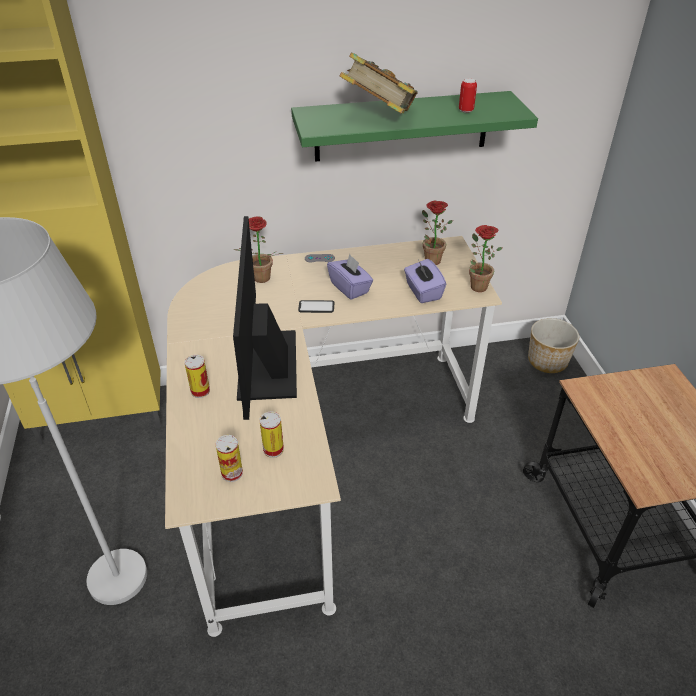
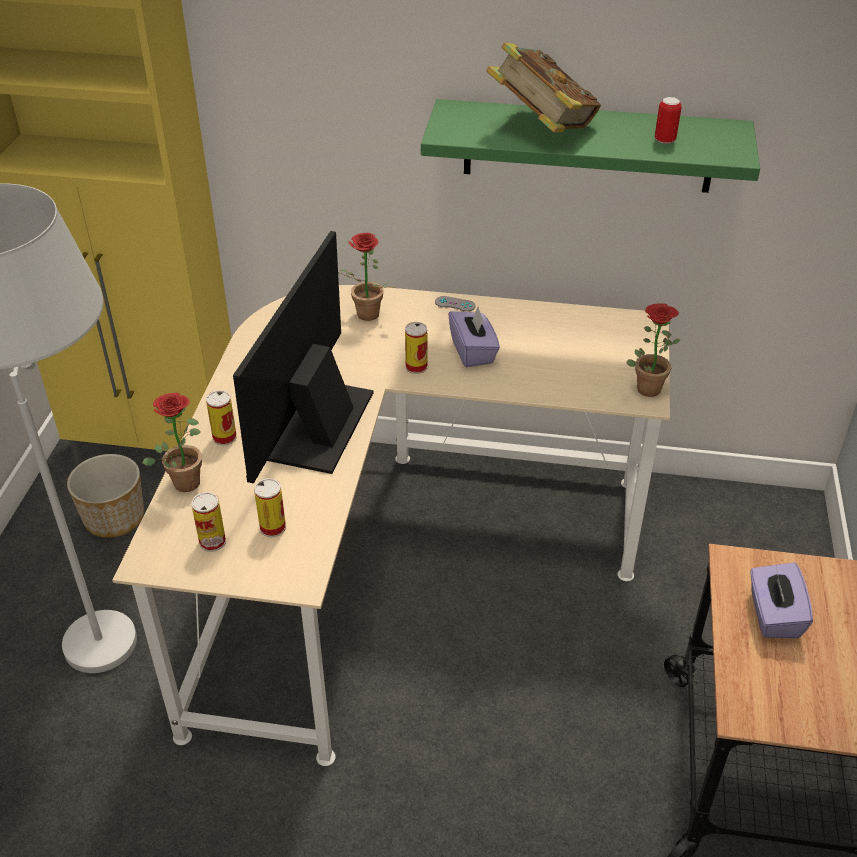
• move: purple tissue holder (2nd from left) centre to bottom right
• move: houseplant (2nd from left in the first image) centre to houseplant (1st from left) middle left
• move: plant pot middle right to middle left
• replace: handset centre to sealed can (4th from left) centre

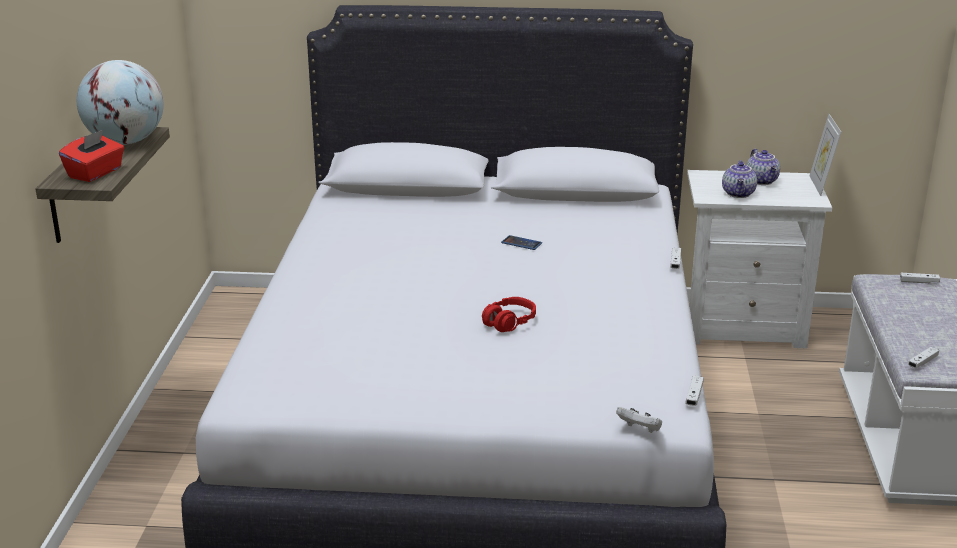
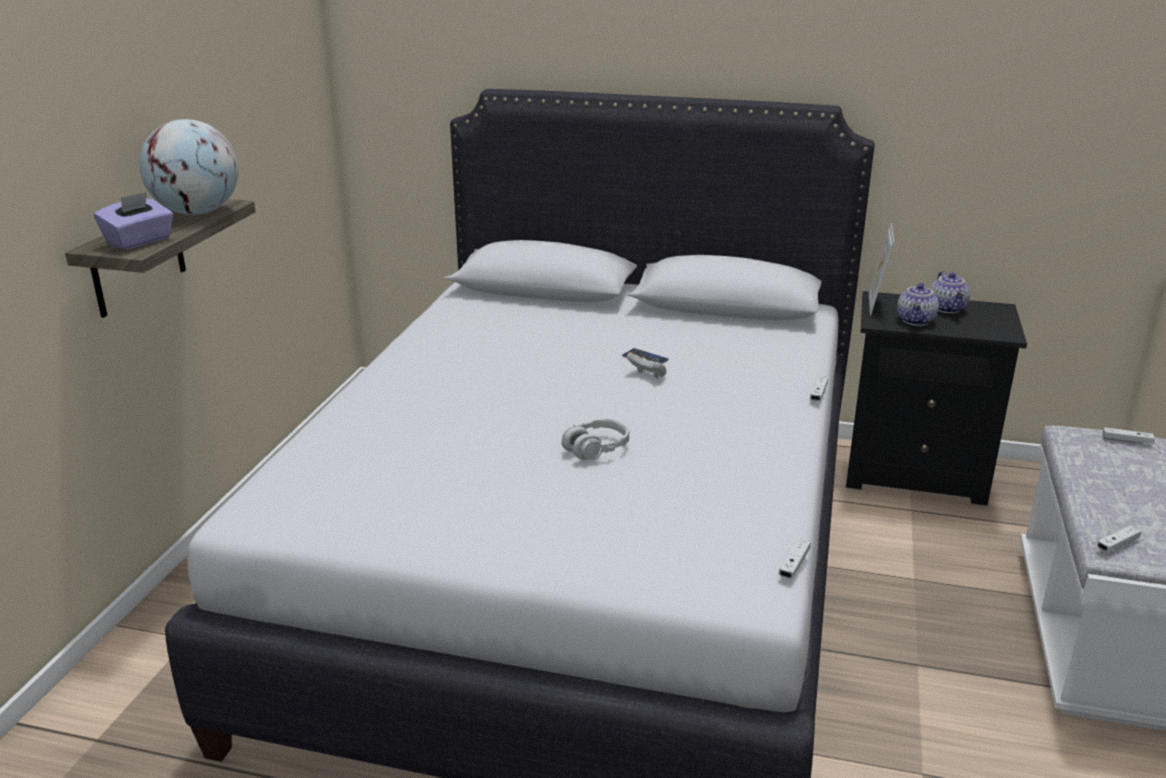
• move: white gamepad (1st from left) bottom right to centre
• move: picture frame top right to middle right
• recolor: reddish tissue holder top left to purple tissue holder top left
• recolor: reddish headphones centre to grey headphones centre
• recolor: white night table middle right to black-coloured night table middle right

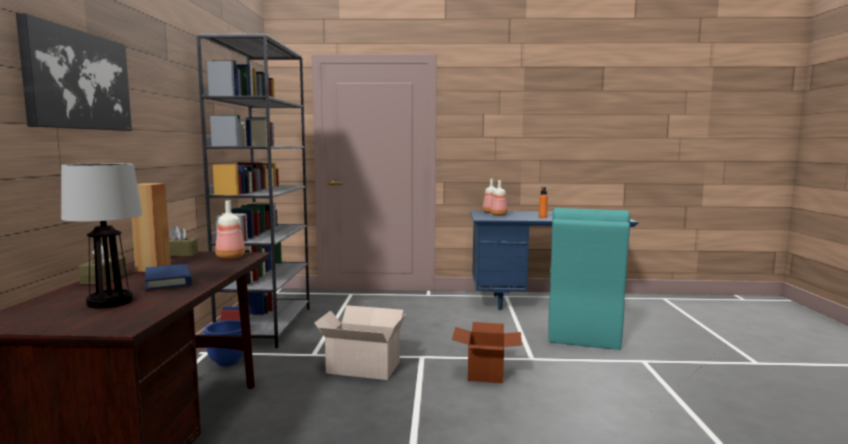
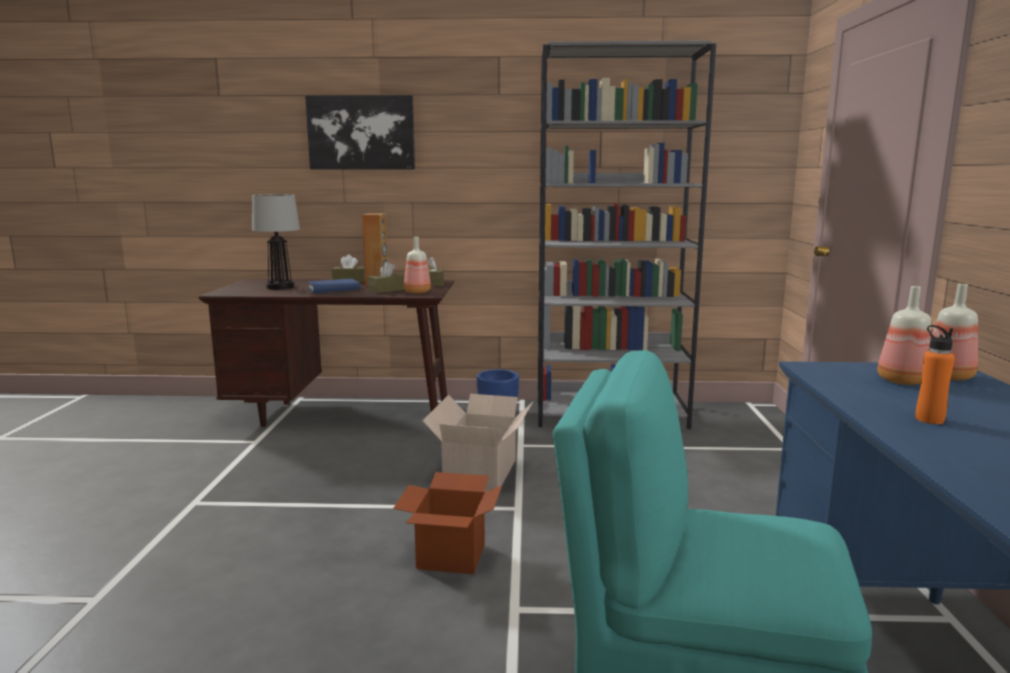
• insert: brown-coloured tissue holder (2nd from left) centre

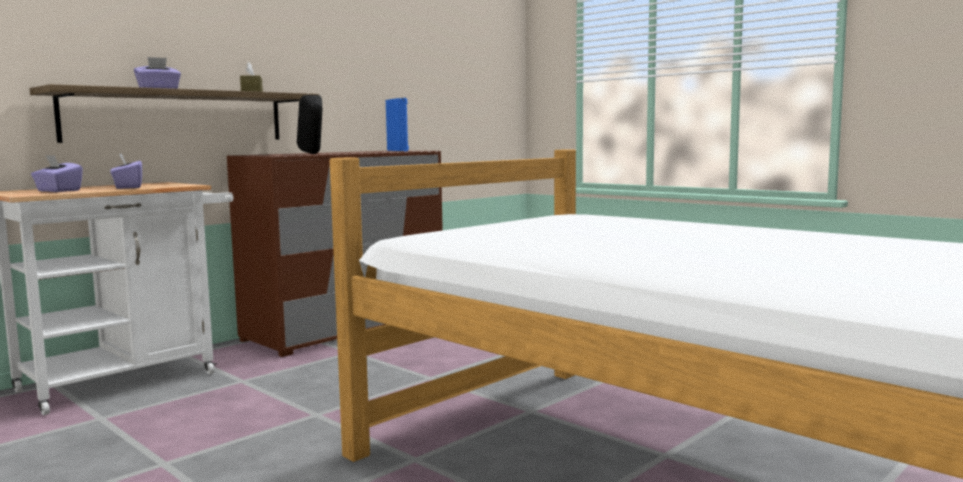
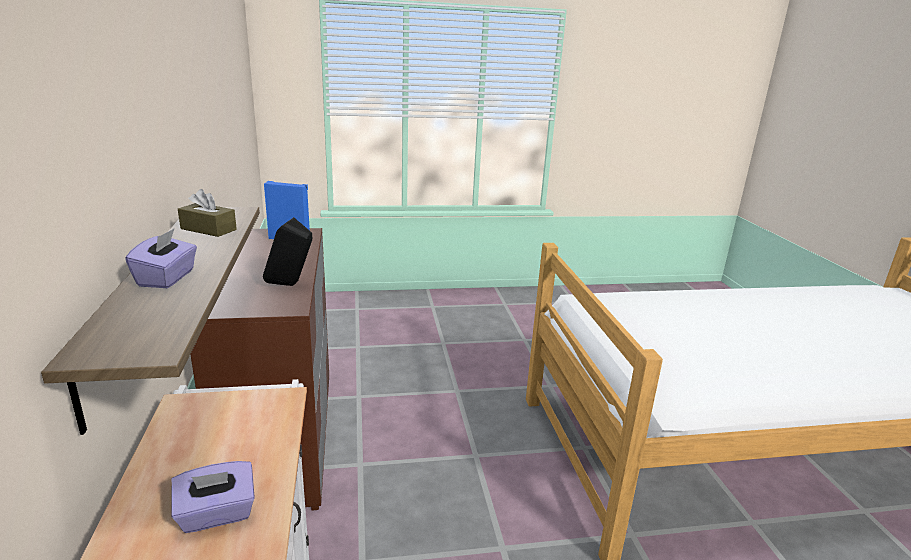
• delete: purple tissue holder (2nd from left) middle left

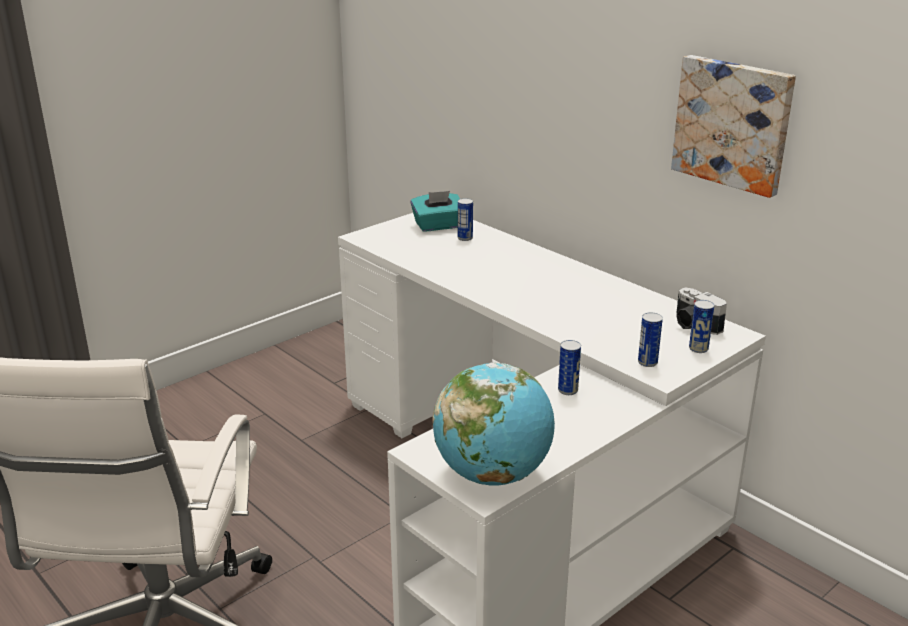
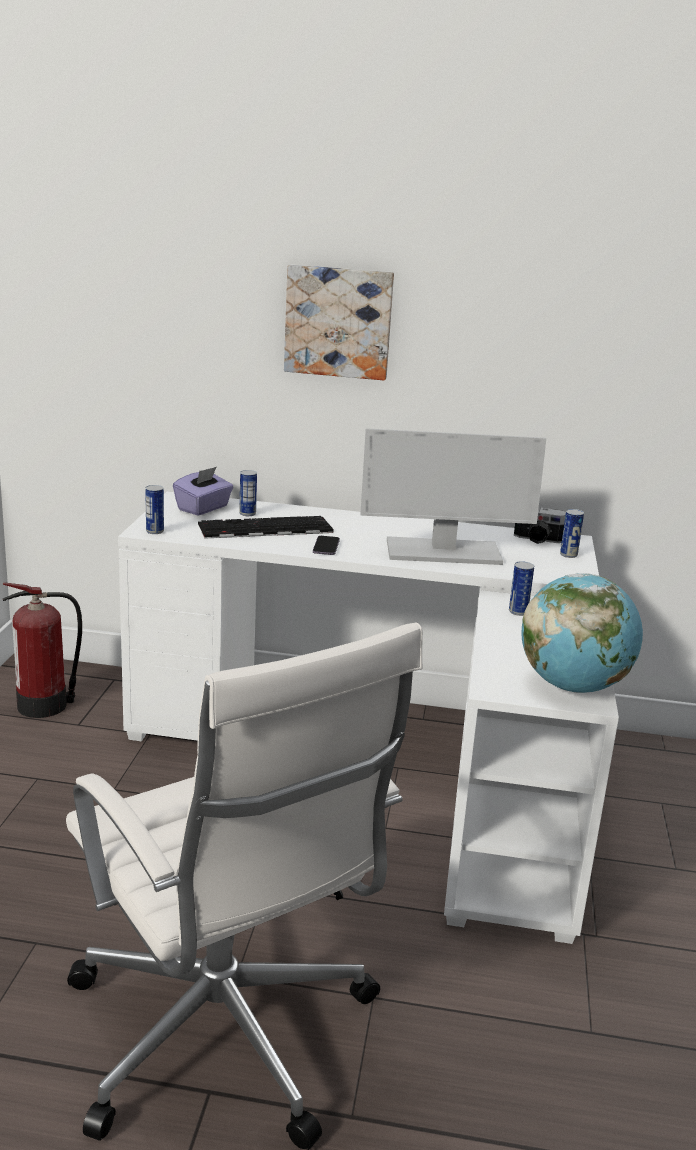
• insert: fire-fighting cylinder middle left
• insert: keyboard centre
• insert: handset centre
• insert: monitor centre
• move: sealed can (3rd from left in the first image) middle right to sealed can (1st from left) middle left
• move: wall art top right to top centre
• recolor: blue-green tissue holder centre to purple tissue holder middle left

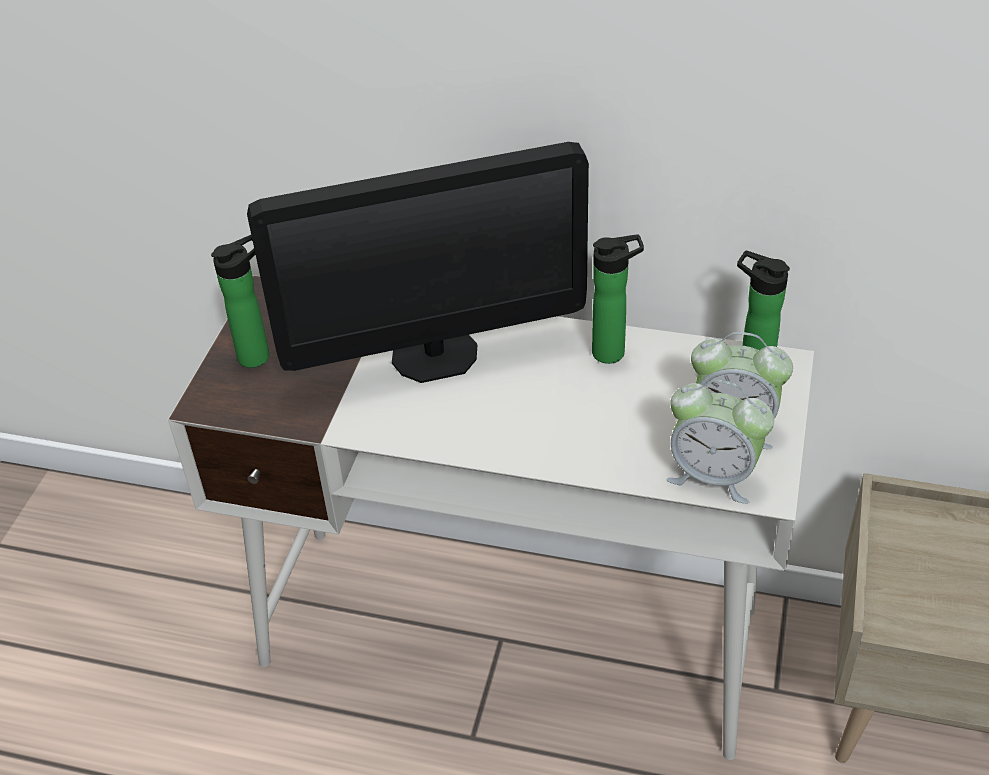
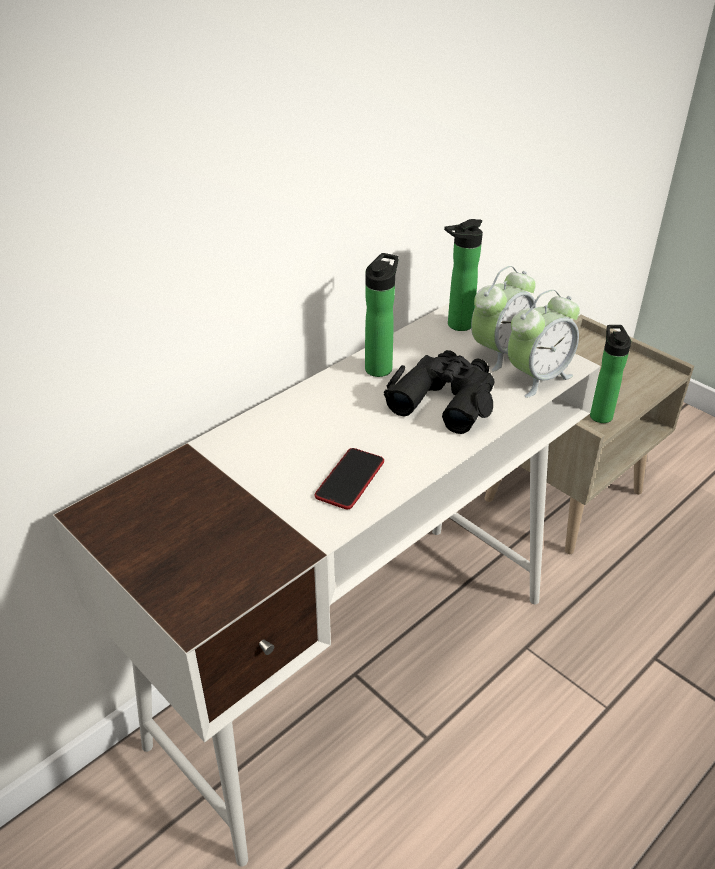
• delete: monitor centre
• insert: handset centre
• insert: black-coloured field glasses centre
• move: beverage bottle (1st from left in the first image) middle left to beverage bottle (3rd from left) middle right

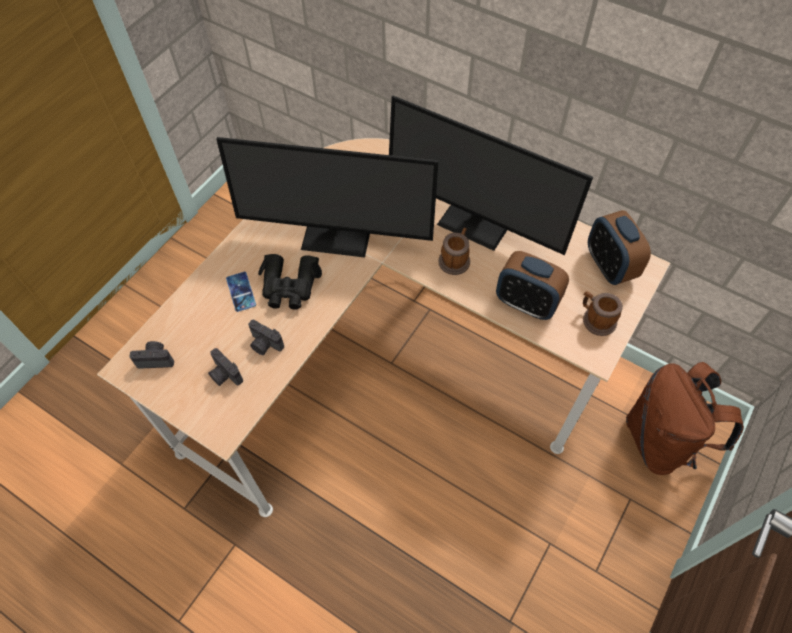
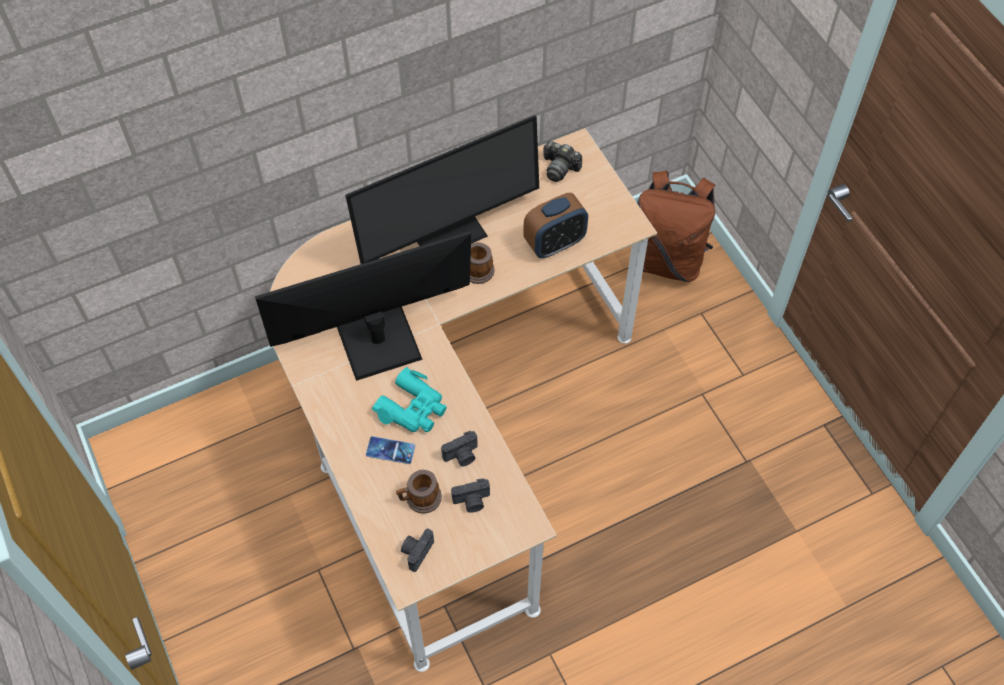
• move: mug (2nd from left in the first image) middle right to mug (1st from left) bottom centre
• replace: alarm clock (2nd from left) middle right to still camera (4th from left) top centre
• recolor: black-coloured field glasses centre to blue-green field glasses centre
• rotate: monitor (1st from left) top centre = centre 150 degrees counterclockwise

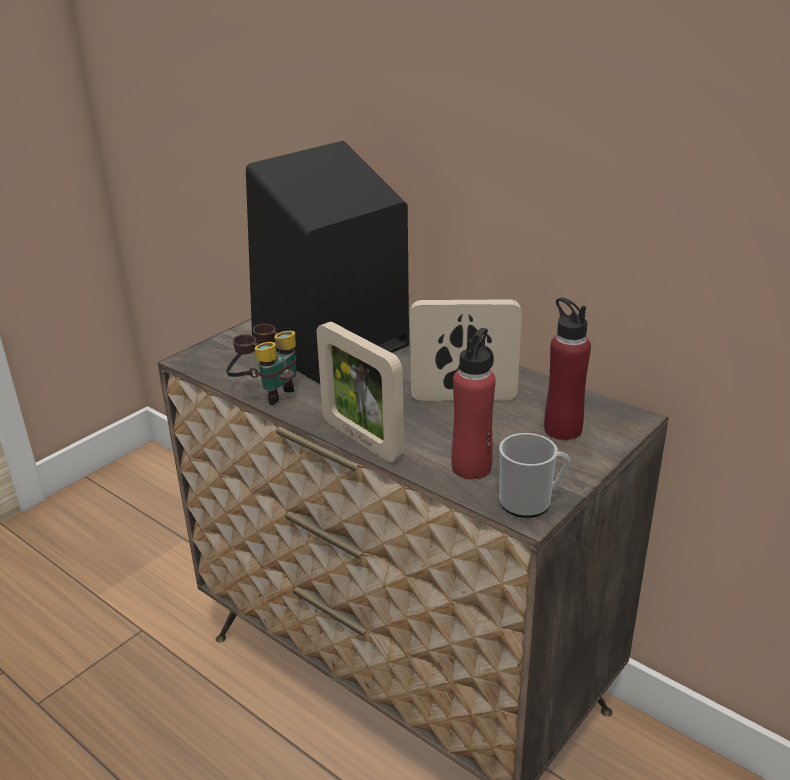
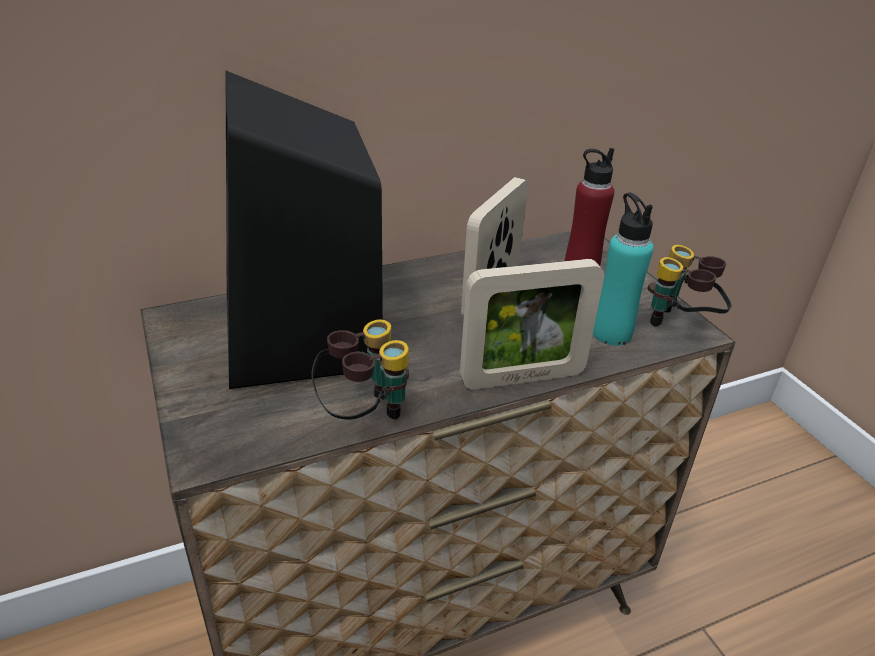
• replace: mug middle right to field glasses (2nd from left) middle right
• recolor: reddish beverage bottle (1st from left) centre to blue-green beverage bottle middle right

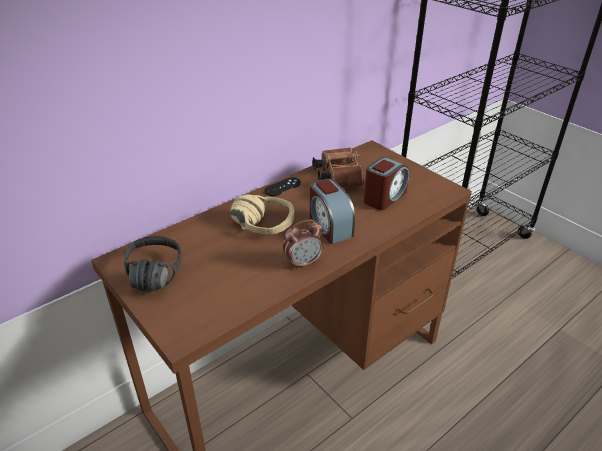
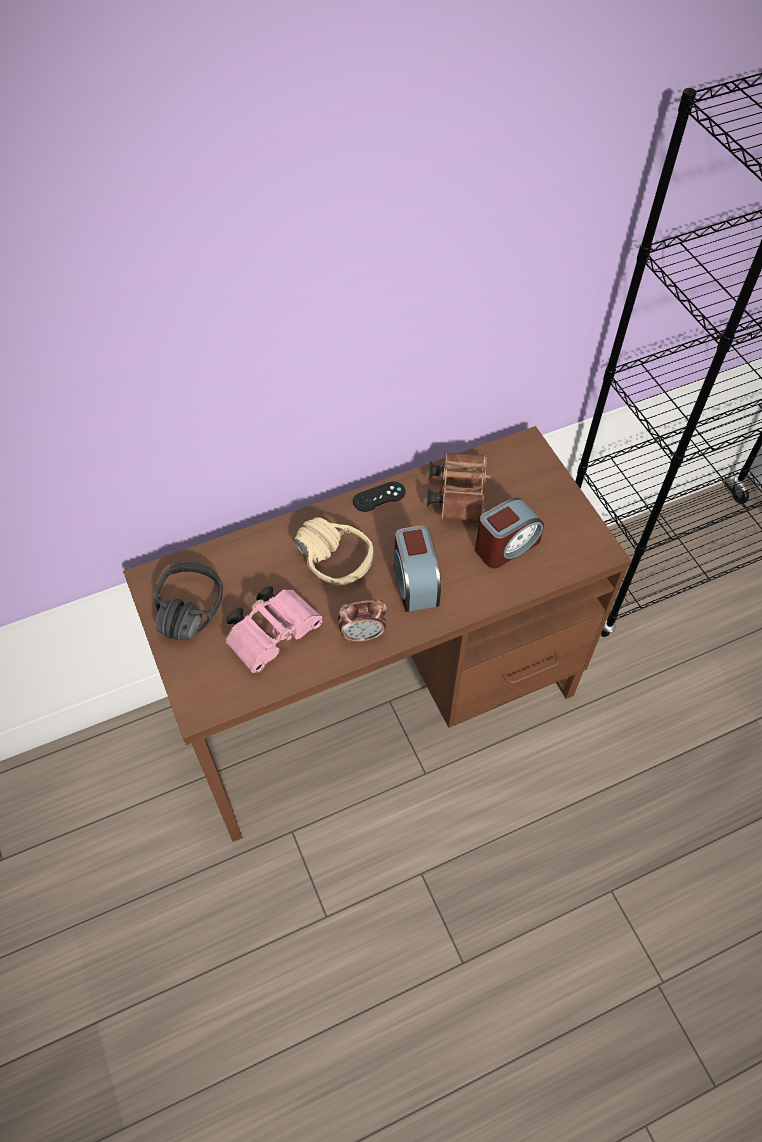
• insert: pinkish field glasses centre

